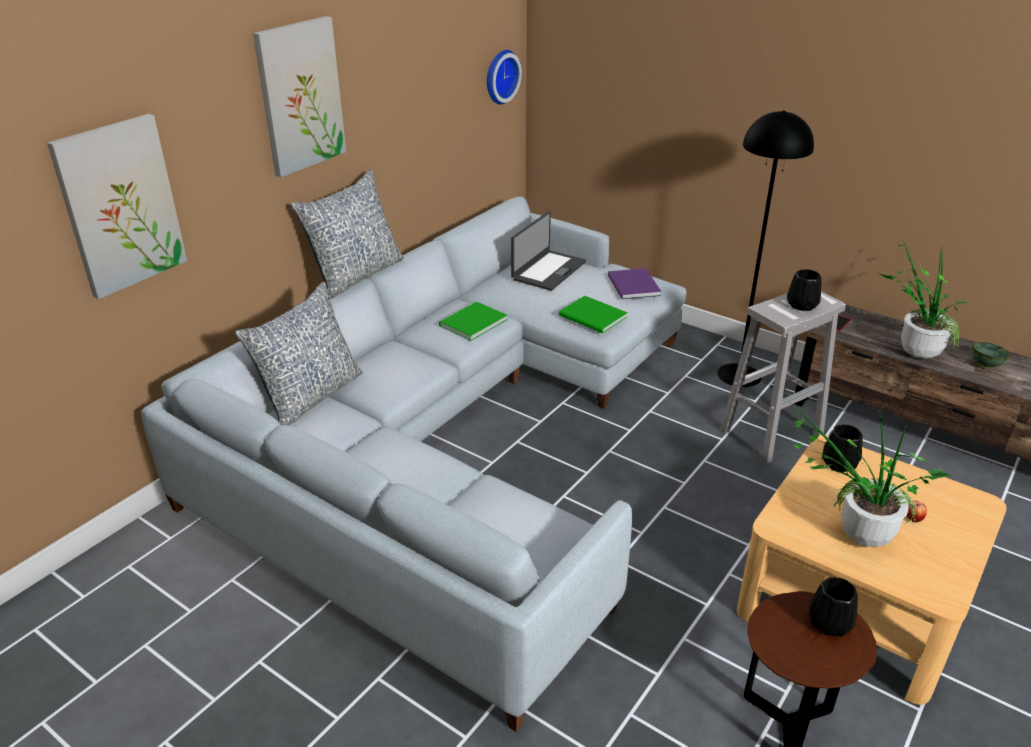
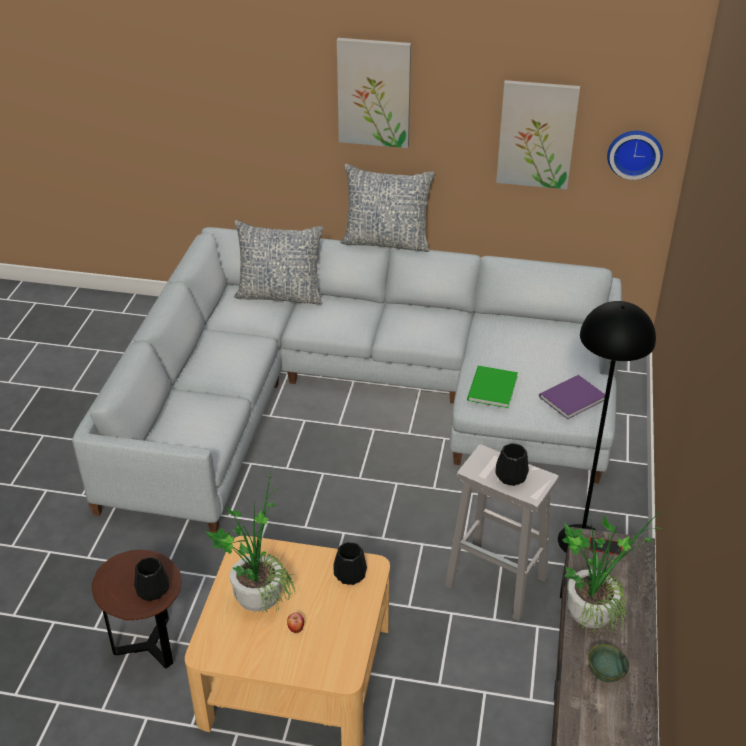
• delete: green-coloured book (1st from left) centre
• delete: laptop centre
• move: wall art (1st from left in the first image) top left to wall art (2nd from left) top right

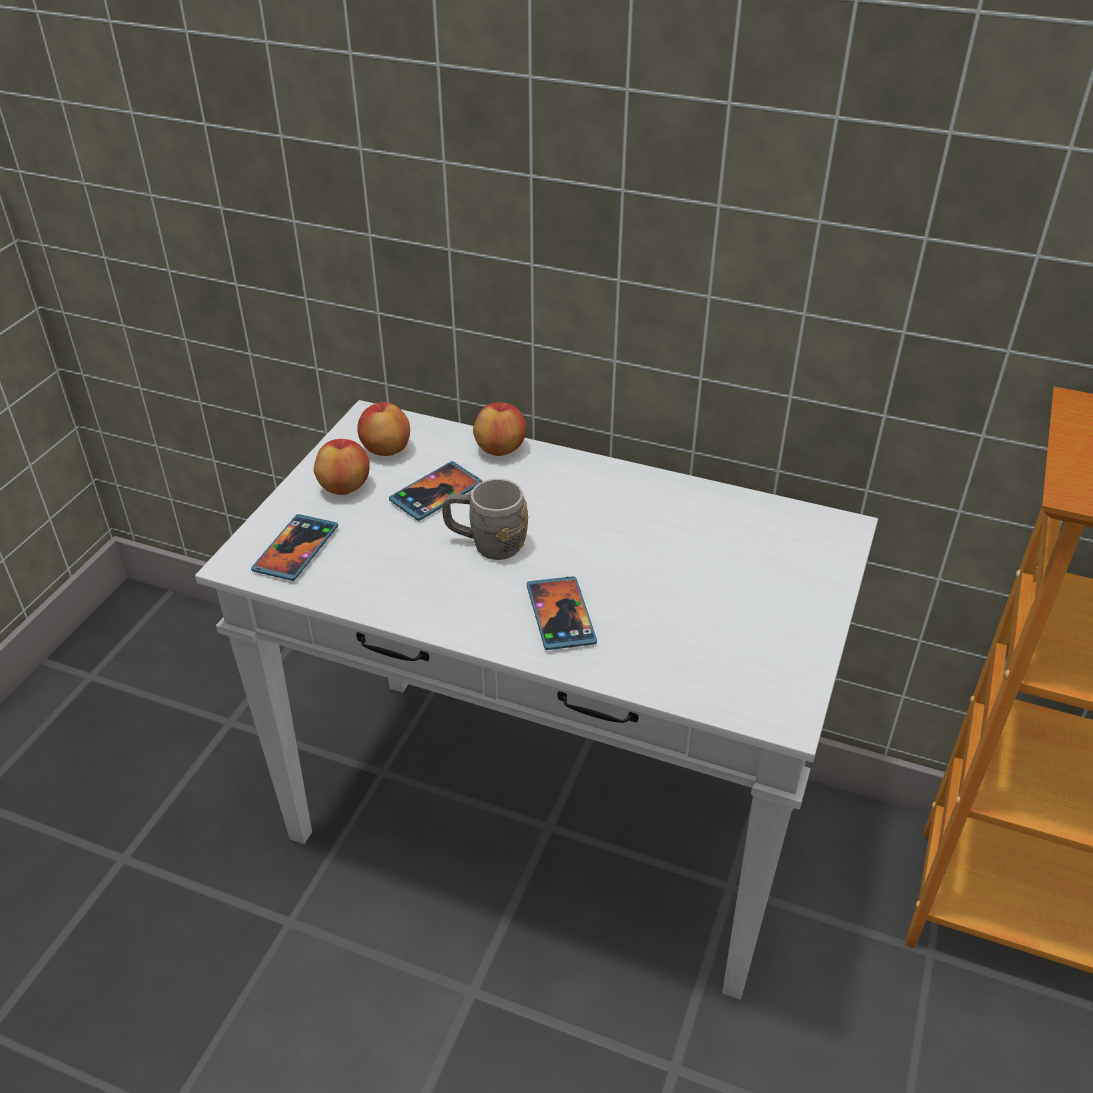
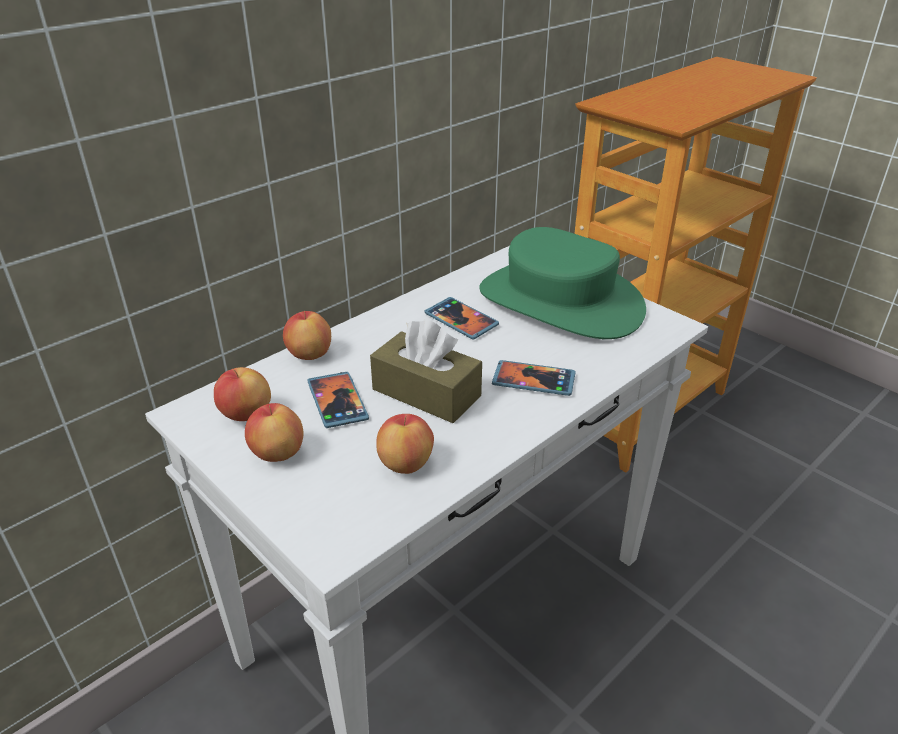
• insert: whole apple (4th from left) centre
• insert: green-coloured wearable hat centre
• move: handset (1st from left in the first image) middle left to handset (2nd from left) centre
• replace: grey mug centre to brown-coloured tissue holder centre

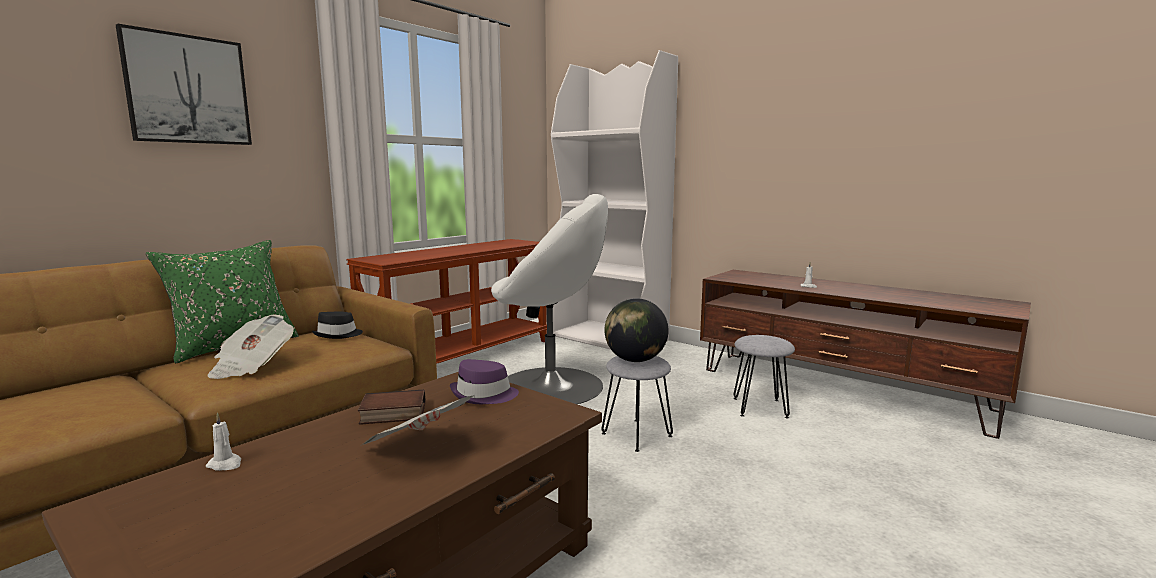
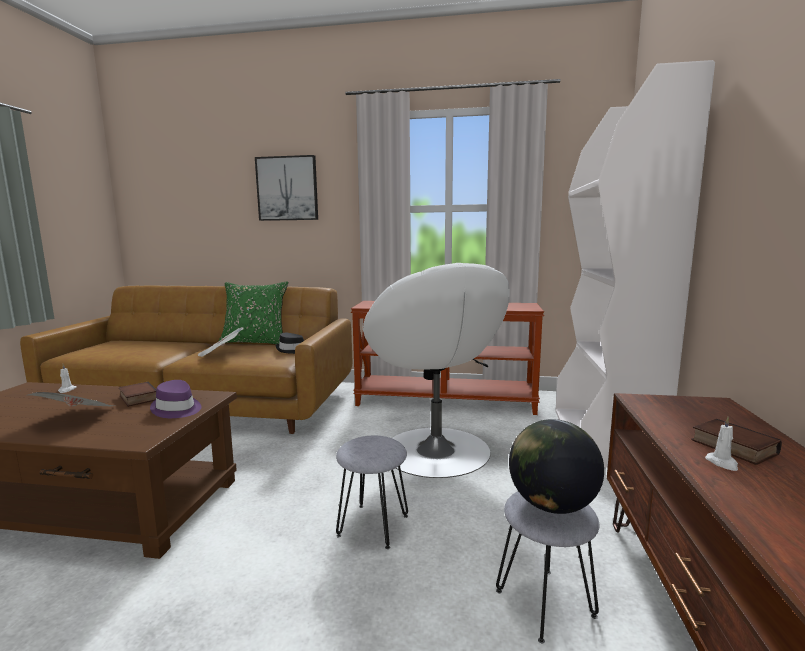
• insert: book (2nd from left) bottom right
• move: desk globe centre to bottom right

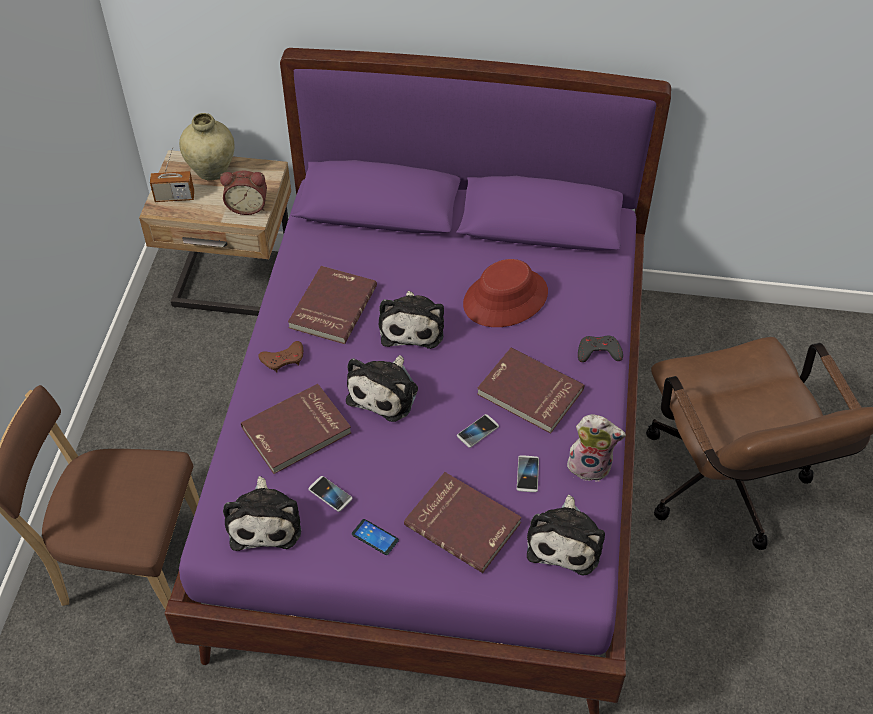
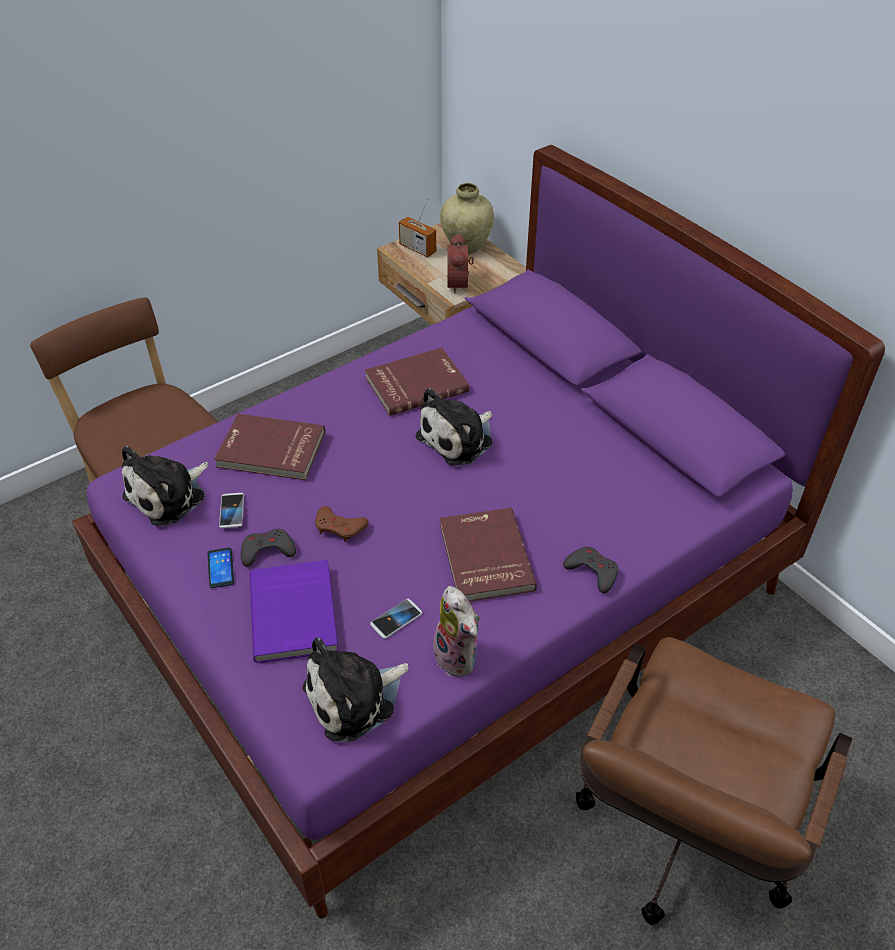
• delete: cuddly toy (2nd from left) centre
• delete: handset (3rd from left) centre
• delete: reddish wearable hat centre
• insert: grey gamepad (1st from left) middle left
• move: brown-coloured gamepad middle left to centre
• recolor: reddish book (3rd from left) bottom centre to purple book middle left
• rotate: alarm clock top left = top centre 45 degrees clockwise

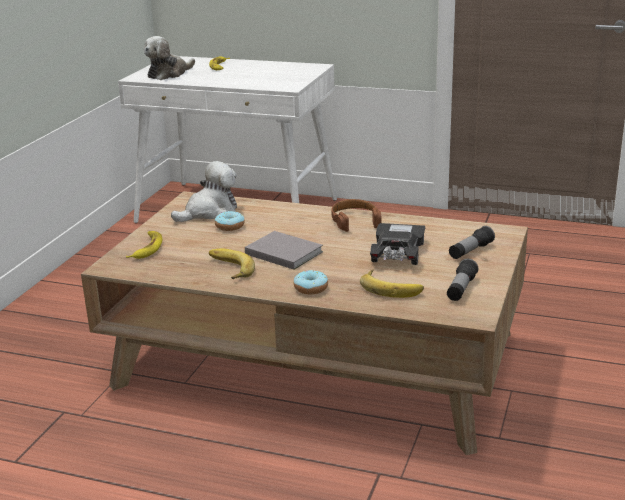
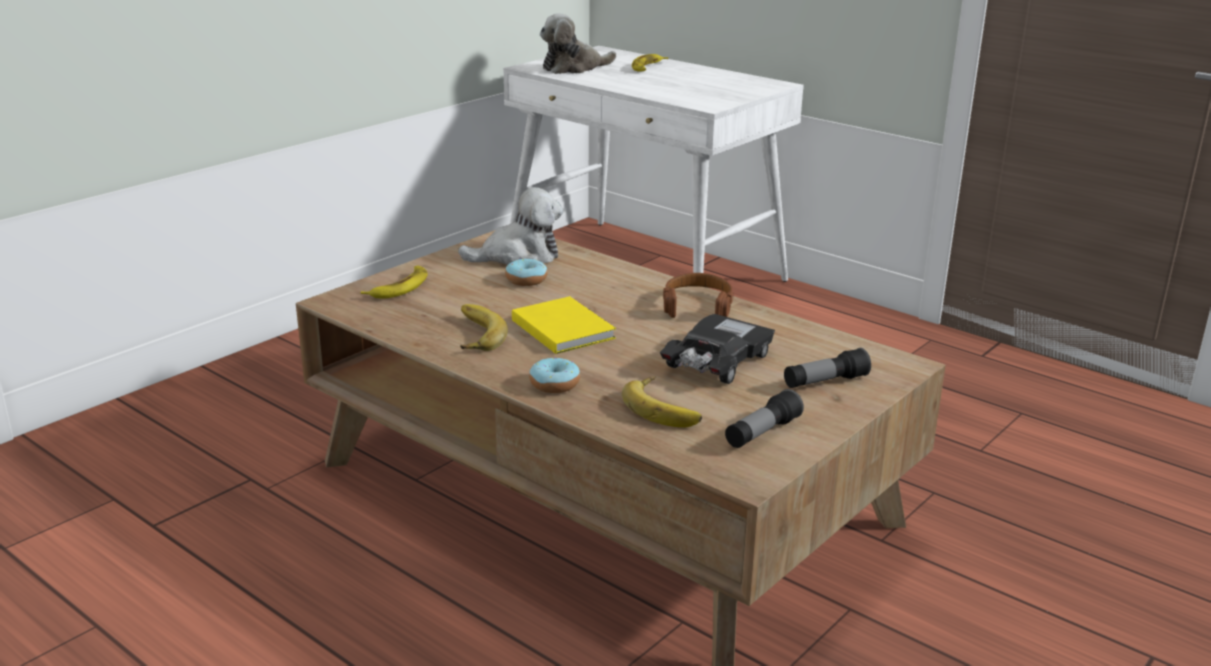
• recolor: grey book centre to yellowish book centre

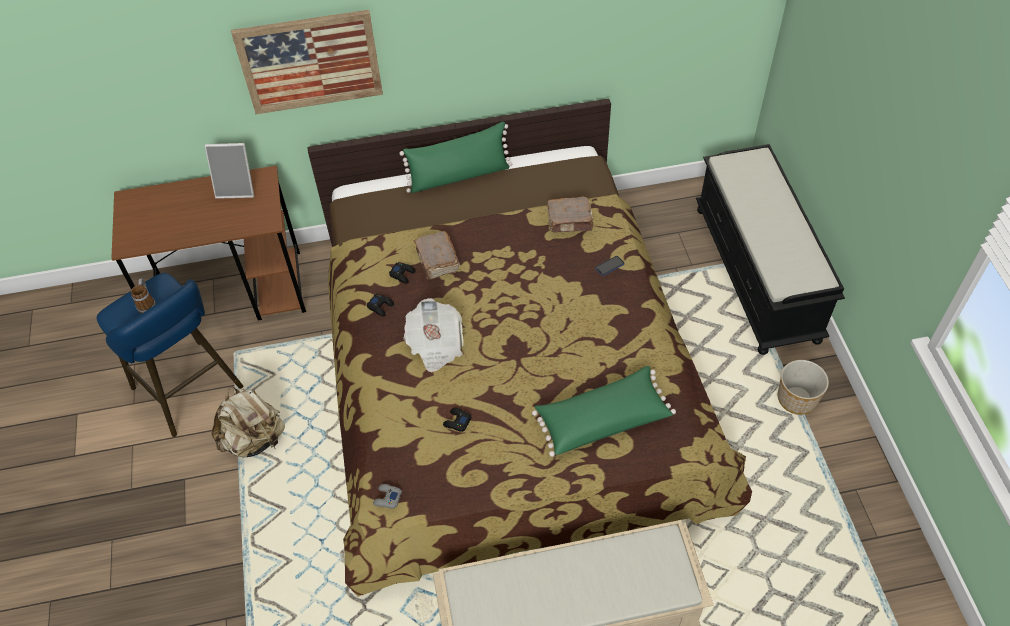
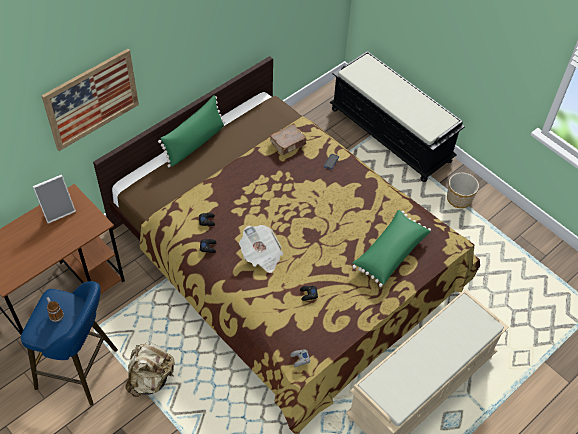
• delete: brown-coloured book (1st from left) centre

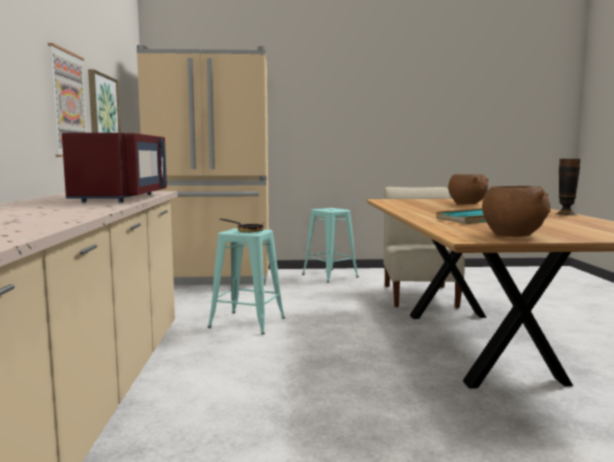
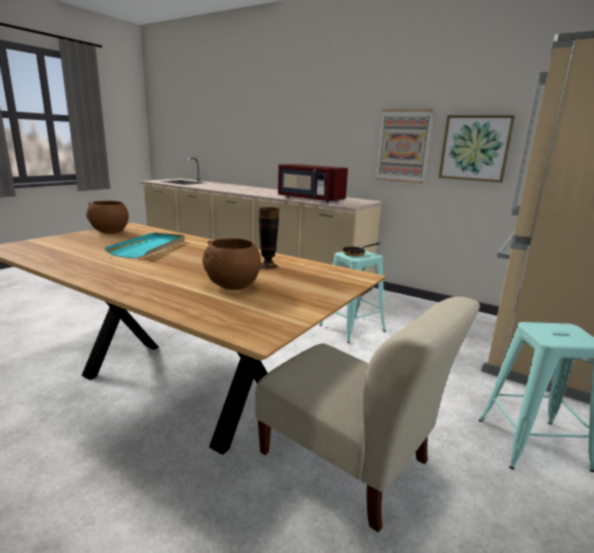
• move: flower vase middle right to centre

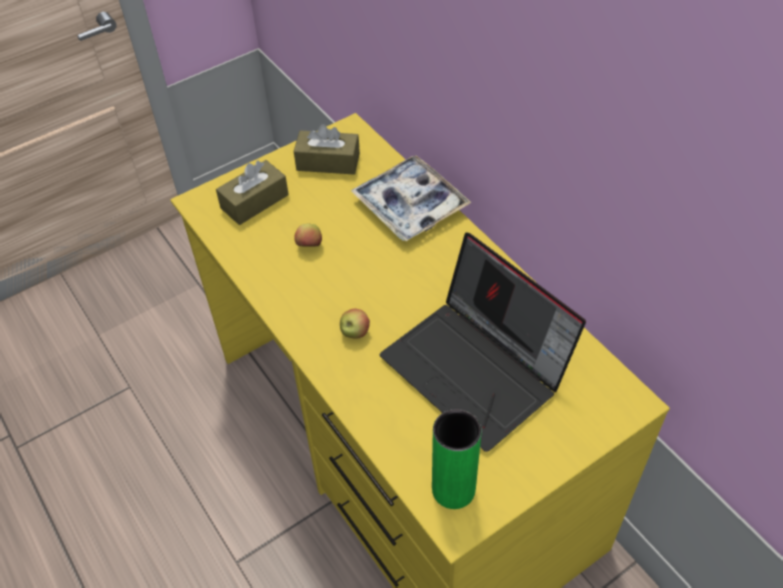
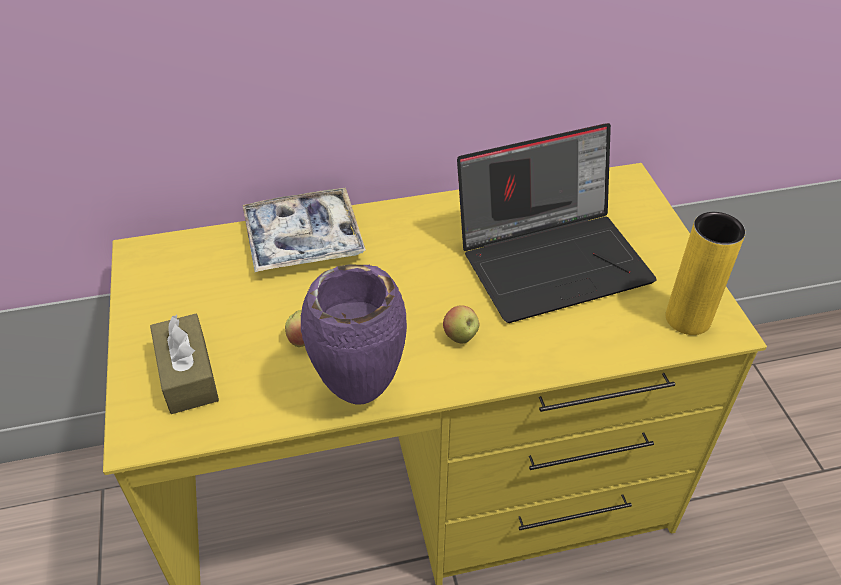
• delete: brown-coloured tissue holder (2nd from left) top centre
• insert: purple flower vase centre
• recolor: green-coloured flower vase bottom centre to yellowish flower vase middle right

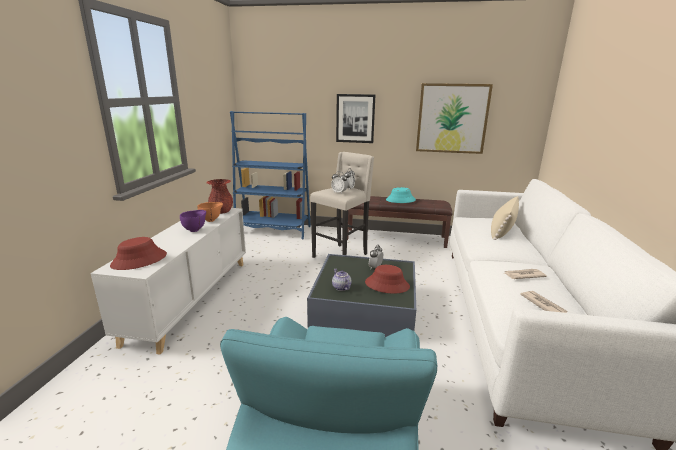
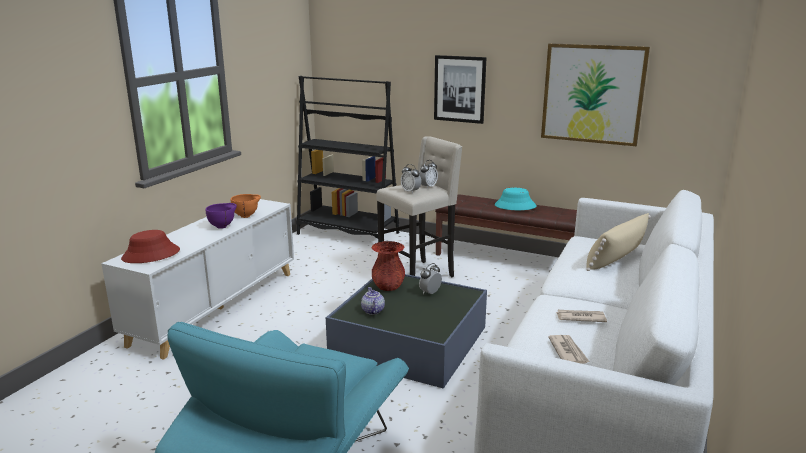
• delete: reddish wearable hat (2nd from left) centre
• move: reddish flower vase middle left to centre
• recolor: blue-coloured shelving unit centre to black-coloured shelving unit centre

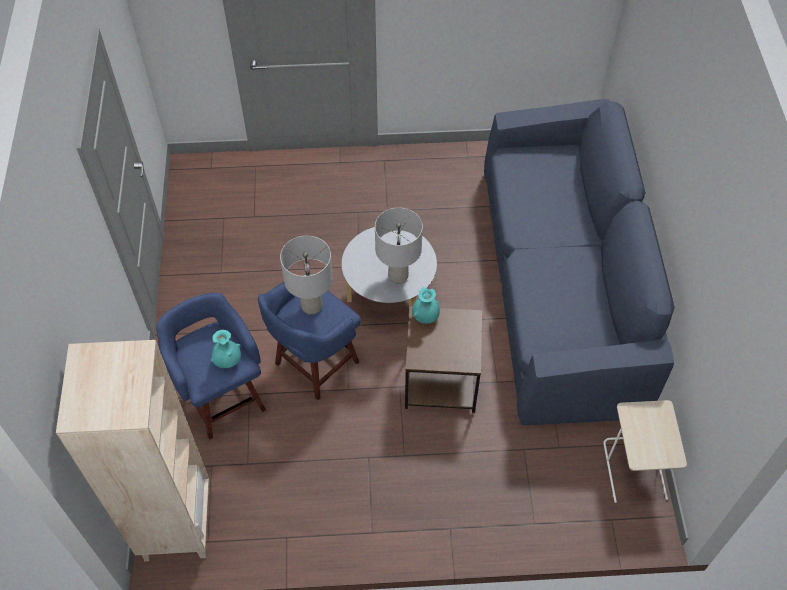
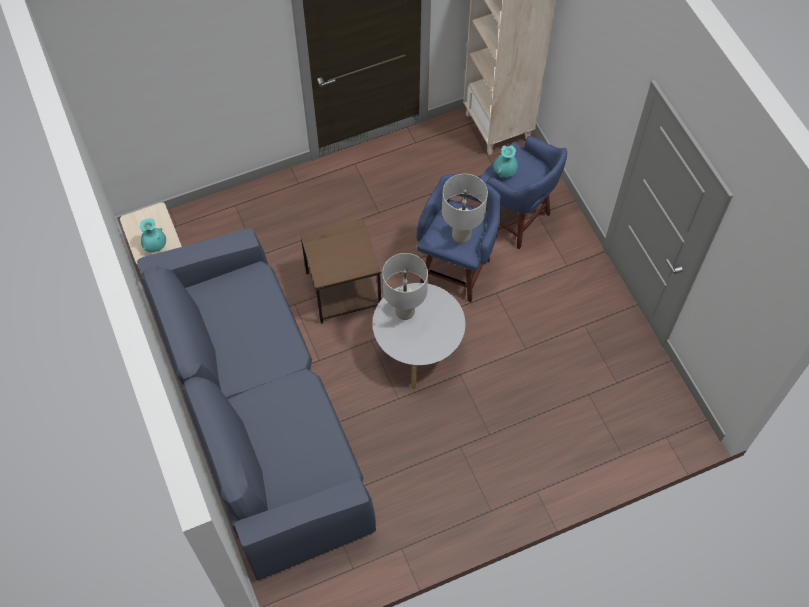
• move: blue-green flower vase (2nd from left in the first image) centre to blue-green flower vase (1st from left) middle left

